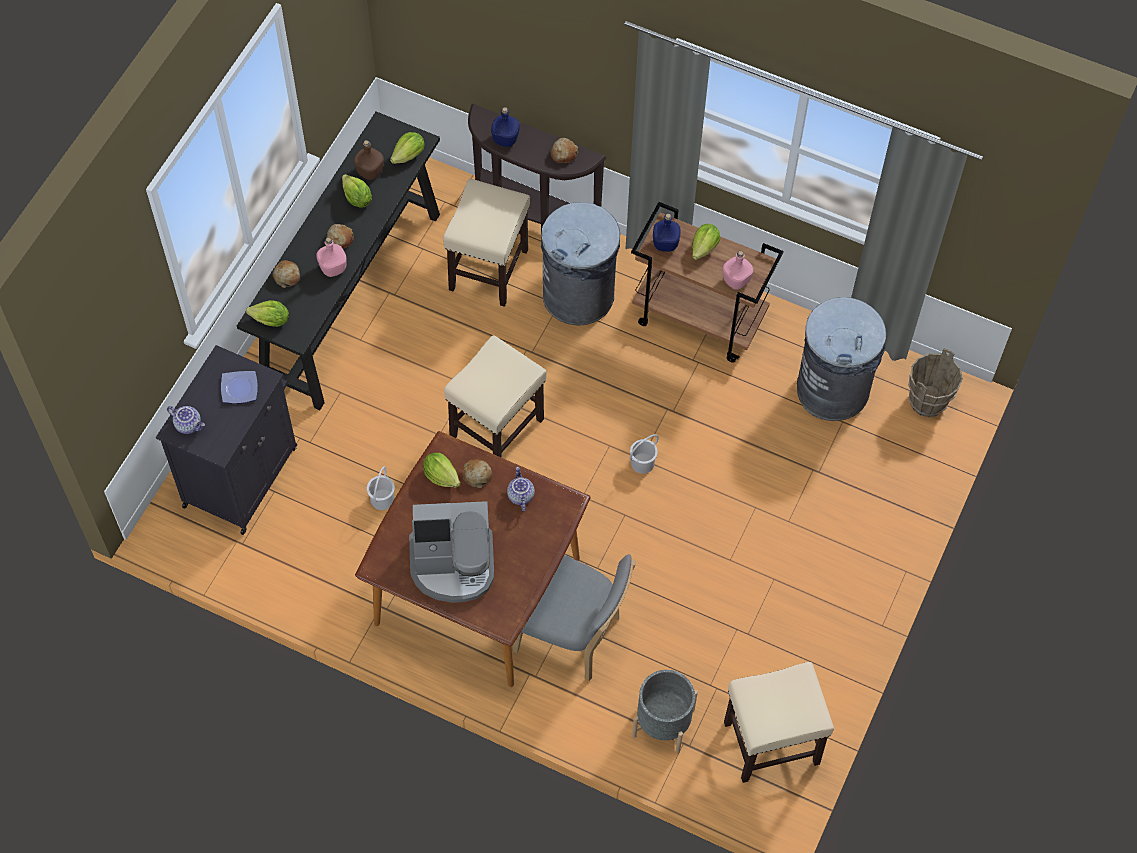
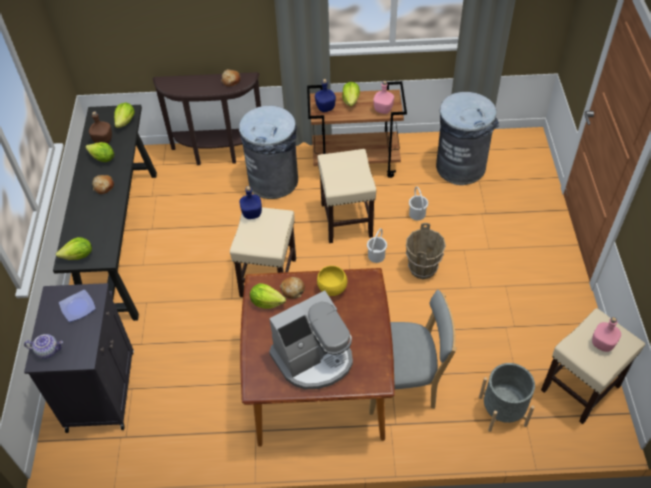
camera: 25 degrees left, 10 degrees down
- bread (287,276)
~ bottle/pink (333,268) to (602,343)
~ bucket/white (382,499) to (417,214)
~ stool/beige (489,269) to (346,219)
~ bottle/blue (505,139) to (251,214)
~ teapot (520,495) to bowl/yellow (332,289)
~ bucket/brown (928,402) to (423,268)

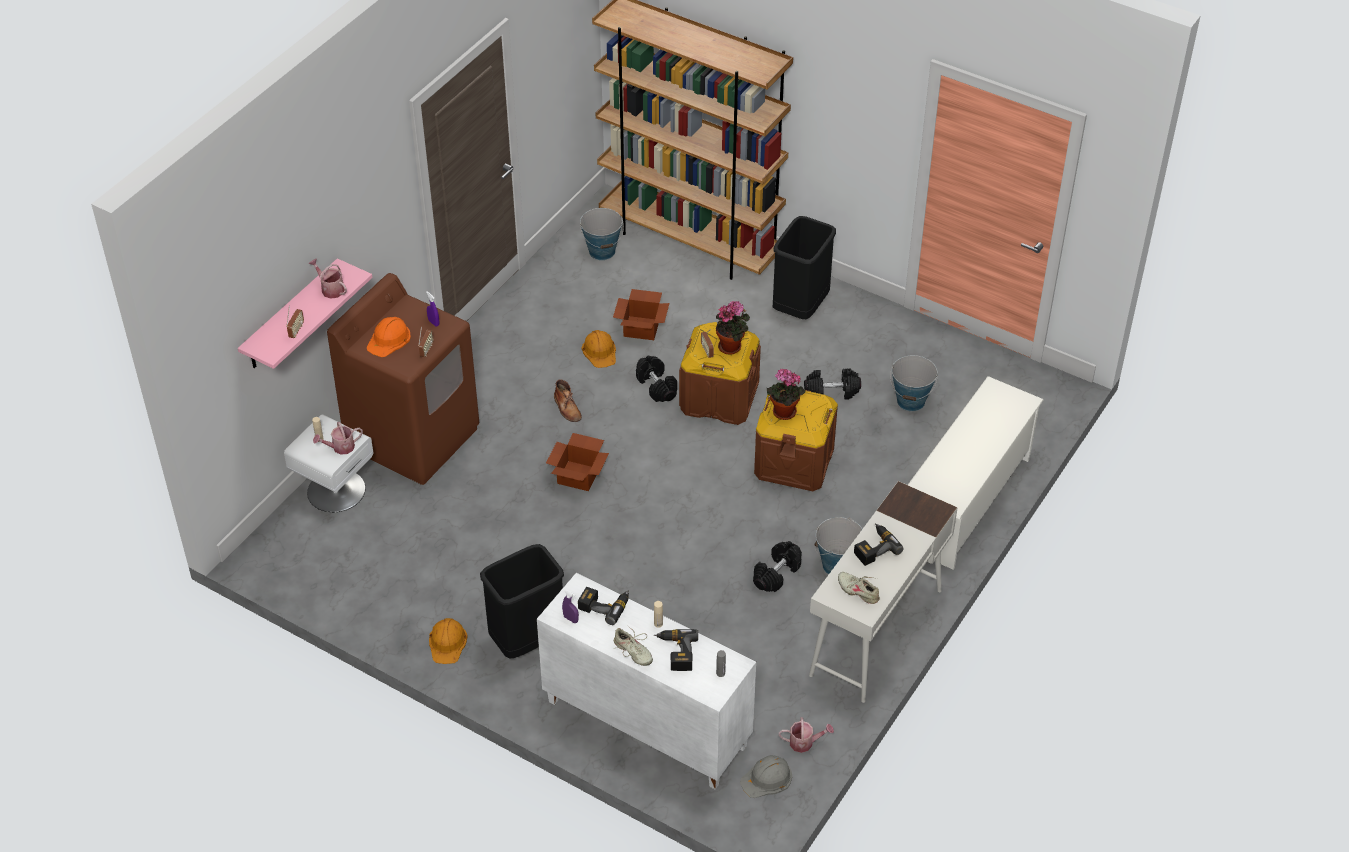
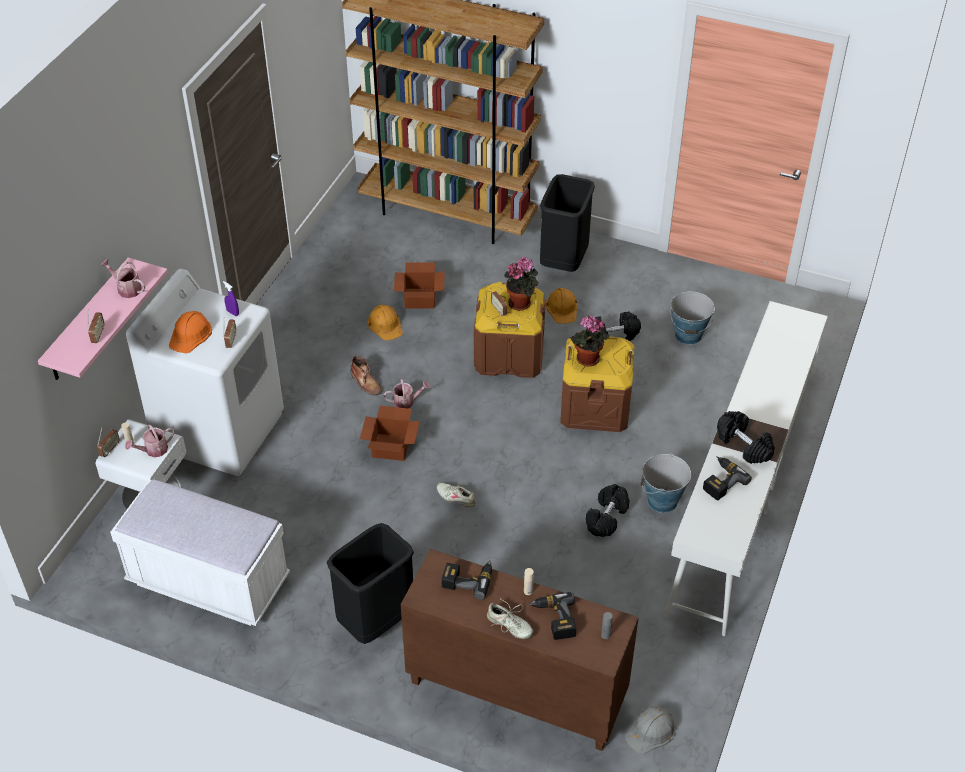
camera: 10 degrees left, 0 degrees up
~ washing machine/brown (413,437) to washing machine/white (220,430)
~ hard hat/orange (448,643) to (562,308)
~ cabinet/white (645,724) to cabinet/brown (514,692)
- spray bottle/purple (571,619)
- bucket (602,251)
~ dumbbell/black (657,386) to (744,445)
~ watering can (804,742) to (407,401)
~ shoe/beige (858,591) to (456,497)
+ radio (110,449)
+ bench/white (208,581)

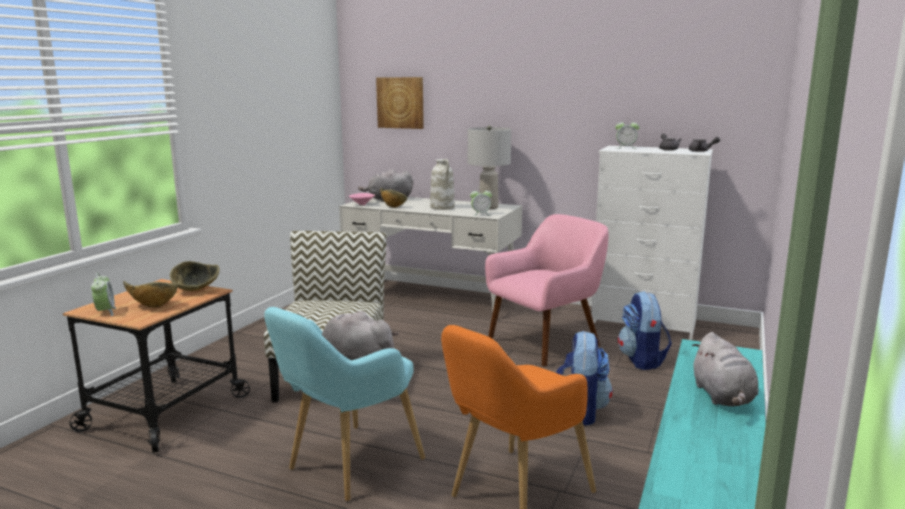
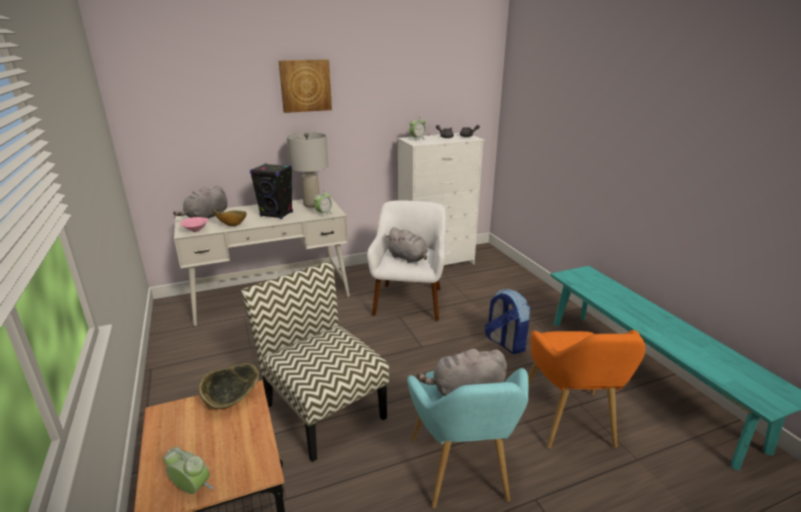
camera: 45 degrees left, 10 degrees up
- bowl (152,306)
~ picture (400,102) to (305,85)
~ vase/white (442,207) to speaker/black (277,214)
~ armchair/pink (545,343) to armchair/white (409,301)
- backpack (642,360)
~ plush toy/grey (723,397) to (408,258)

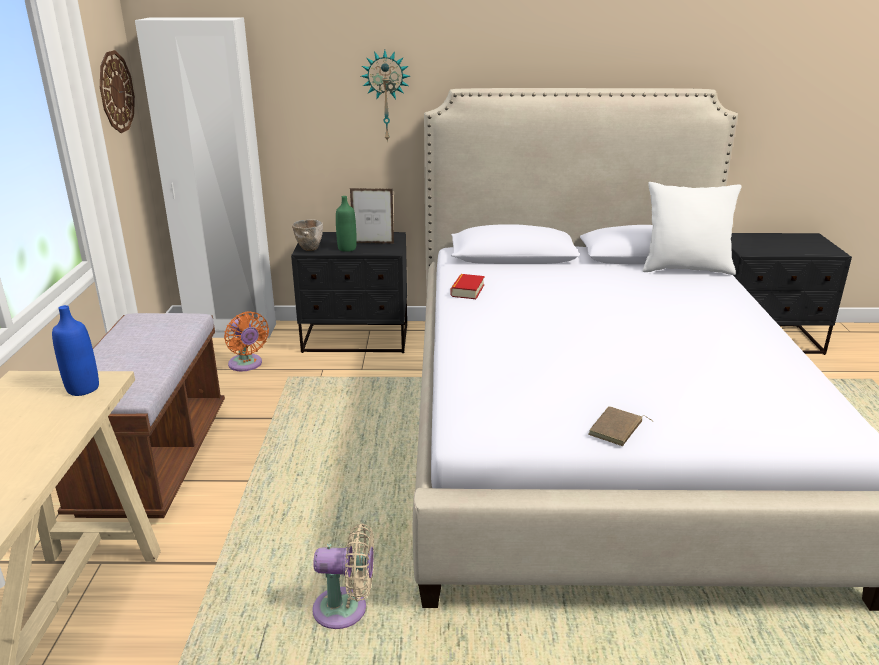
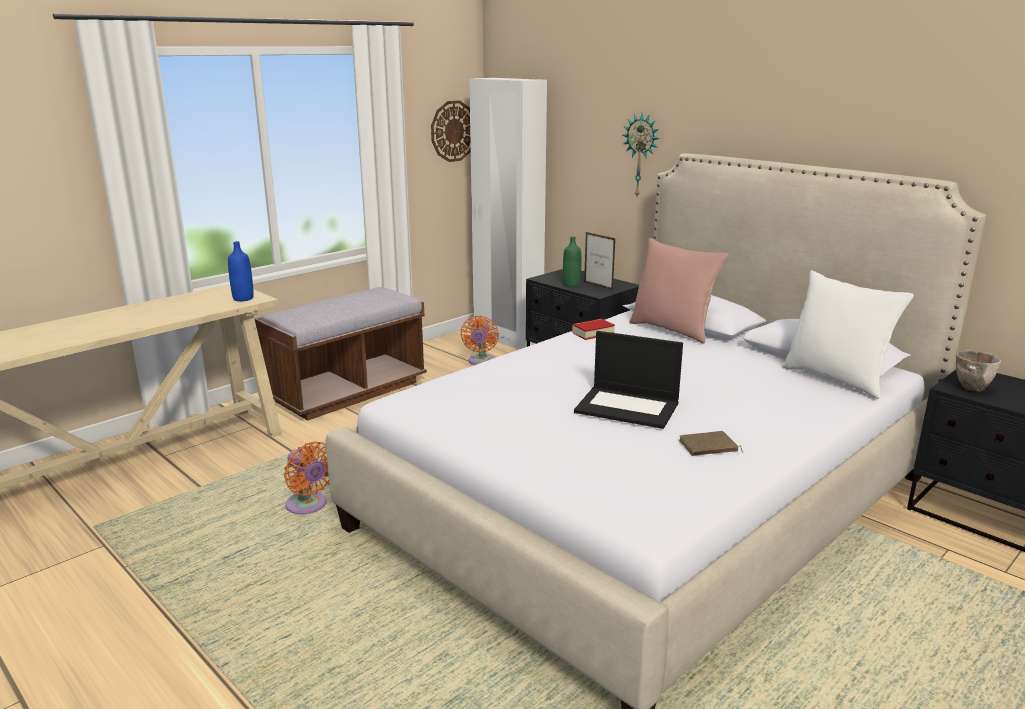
camera: 45 degrees right, 5 degrees down
~ bowl (310,248) to (972,388)
~ fan/beige (346,609) to fan/orange (308,506)
~ book/brown (617,430) to (708,447)
+ laptop (628,407)
+ pillow/pink (672,330)

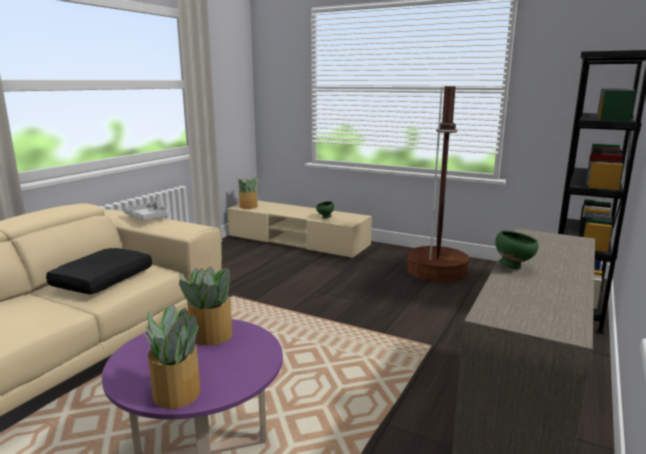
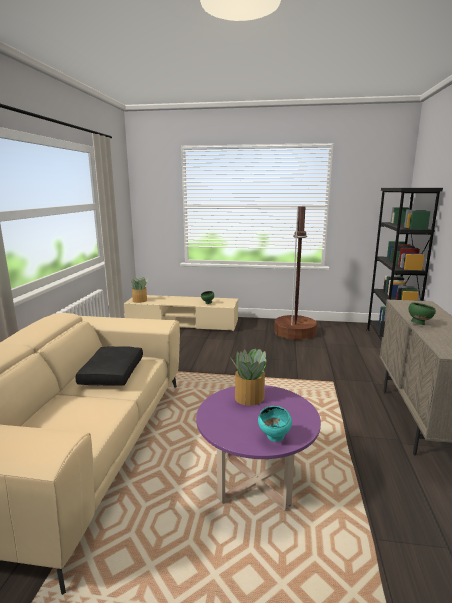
camera: 20 degrees left, 0 degrees up
- tray/grey (149,218)
~ potted plant (177,392) to bowl/turquoise (274,438)

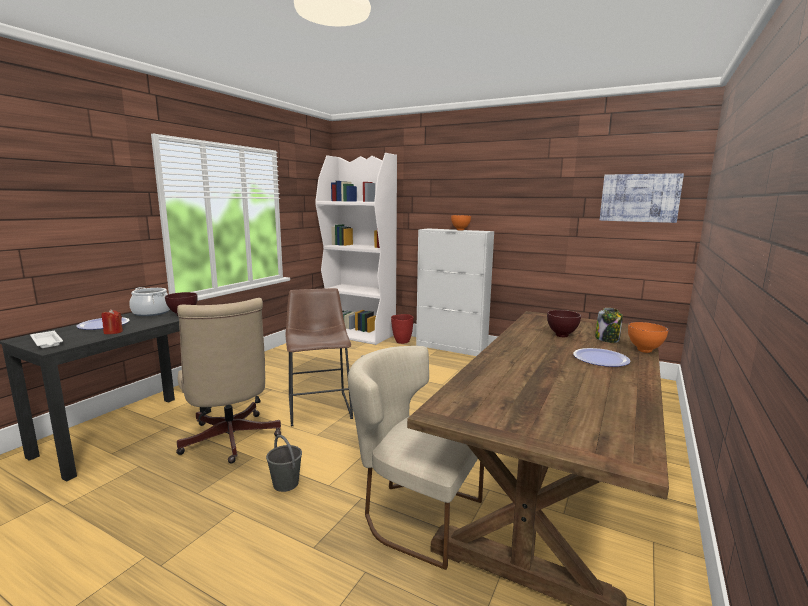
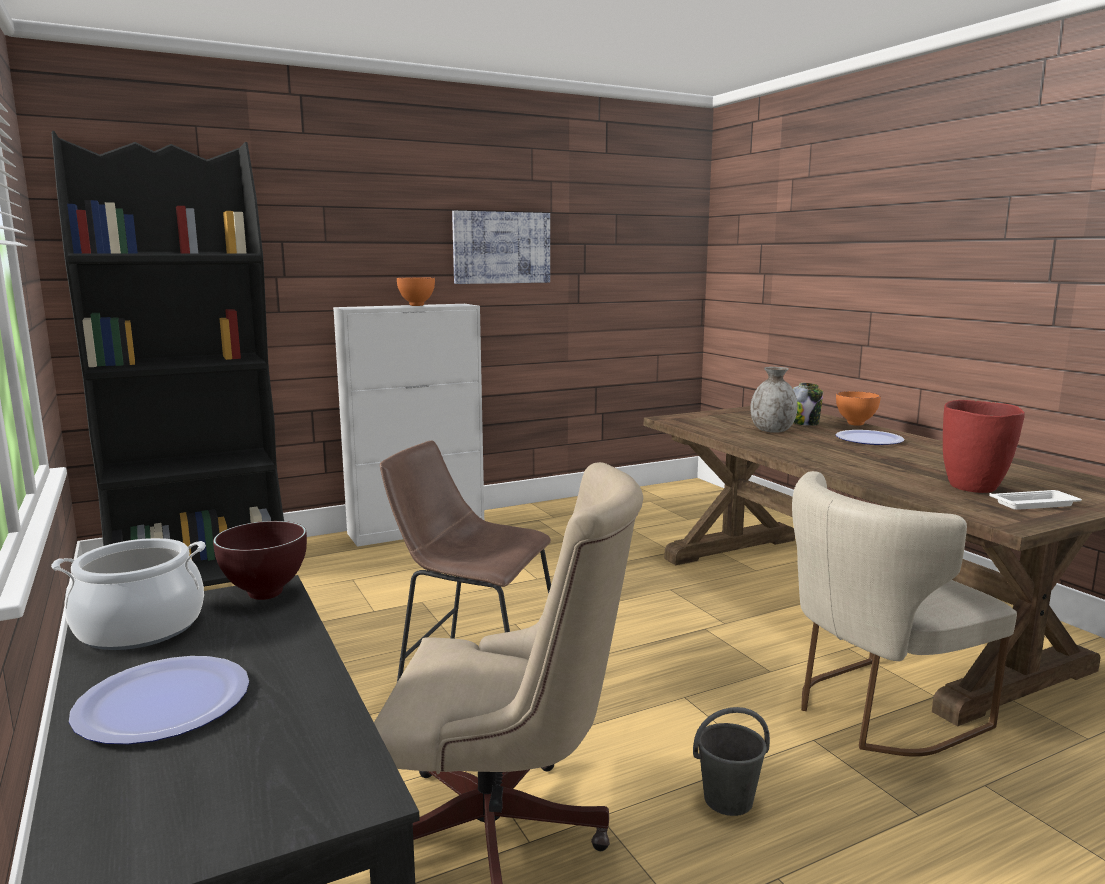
camera: 55 degrees left, 0 degrees up
~ tray/white (47,342) to (1035,504)
- candle/red (113,332)
~ bookcase/white (358,334) to bookcase/black (201,570)
~ vase/red (402,341) to (974,487)
~ bowl/brown (561,335) to vase/grey (771,431)
~ picture (639,198) to (501,247)

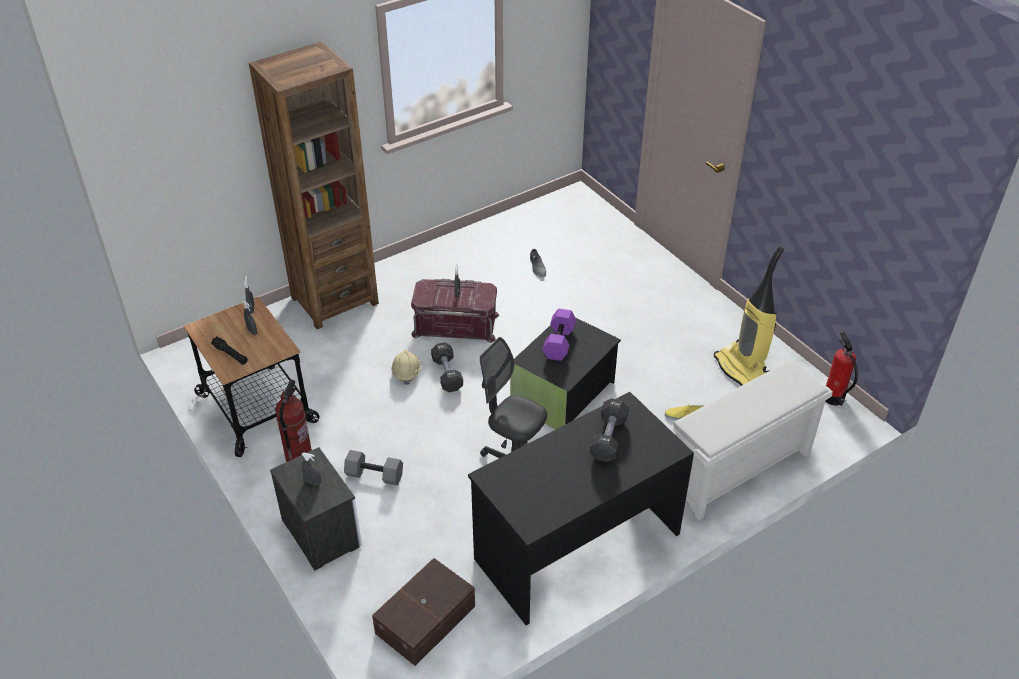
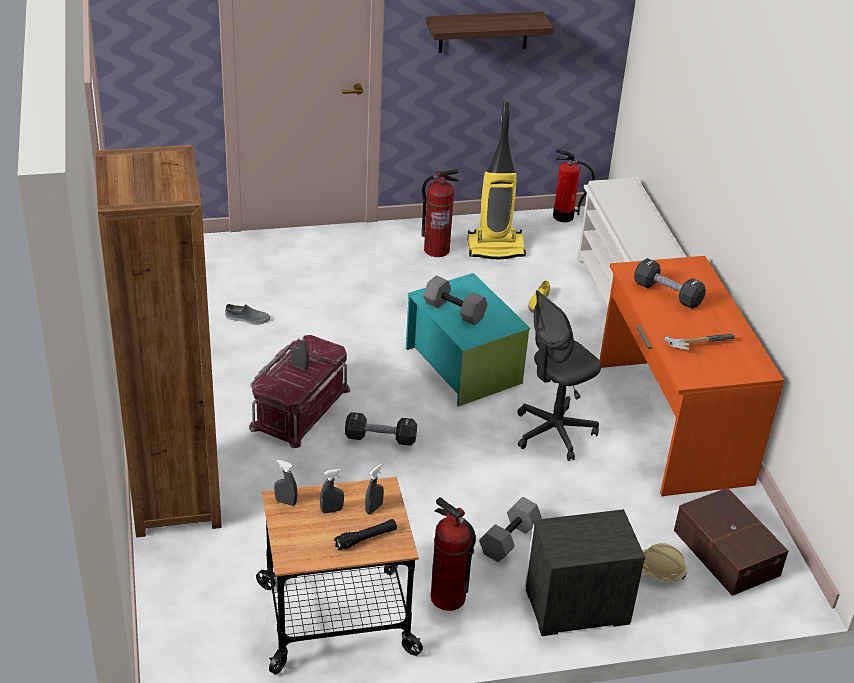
camera: 70 degrees left, 5 degrees down
~ spray bottle/grey (312,482) to (374,508)
~ hard hat/beige (406,372) to (658,572)
~ desk/black (576,545) to desk/orange (670,422)
~ storage box/black (564,394) to storage box/turquoise (464,365)
~ dumbbell/purple (560,343) to dumbbell/grey (455,310)
+ fire extinguisher (436,250)
+ shelf (483,32)
+ hammer (696,344)

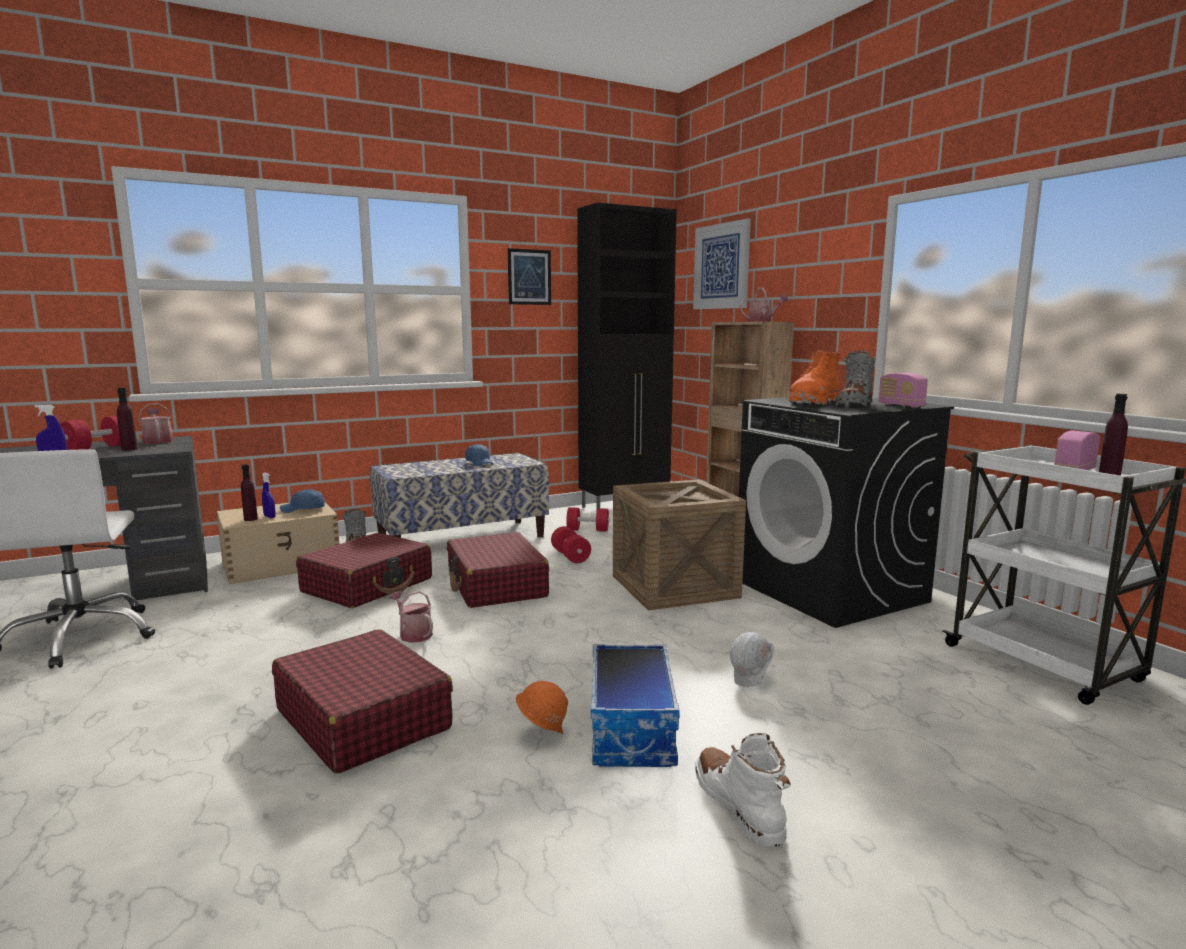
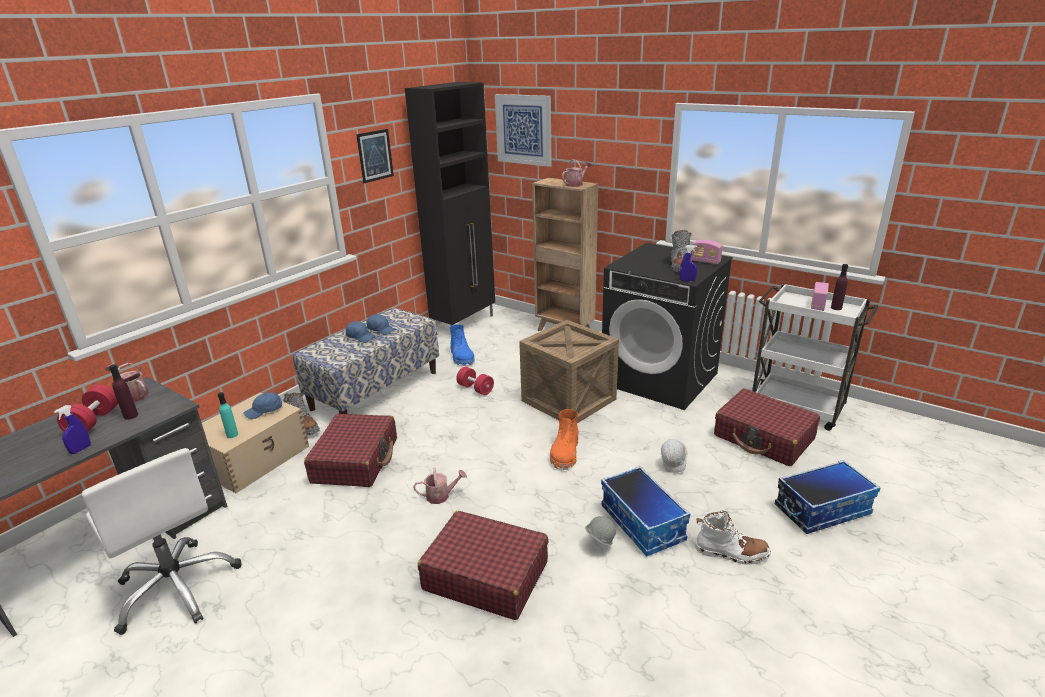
camera: 25 degrees left, 15 degrees up
~ bottle/purple (250,519) to bottle/turquoise (232,435)
~ spray bottle/blue (269,517) to (687,281)
~ watering can (413,634) = (441,496) 150 degrees clockwise
~ suitcase/red (496,585) to (764,438)
~ hard hat/orange (542,733) to hard hat/grey (599,545)
~ dumbbell/red (587,530) to boot/blue (462,357)
~ boot/white (739,805) = (731,553) 150 degrees clockwise
~ boot/orange (813,402) to (565,453)
+ cap/blue (360,337)
+ storage box (821,509)

